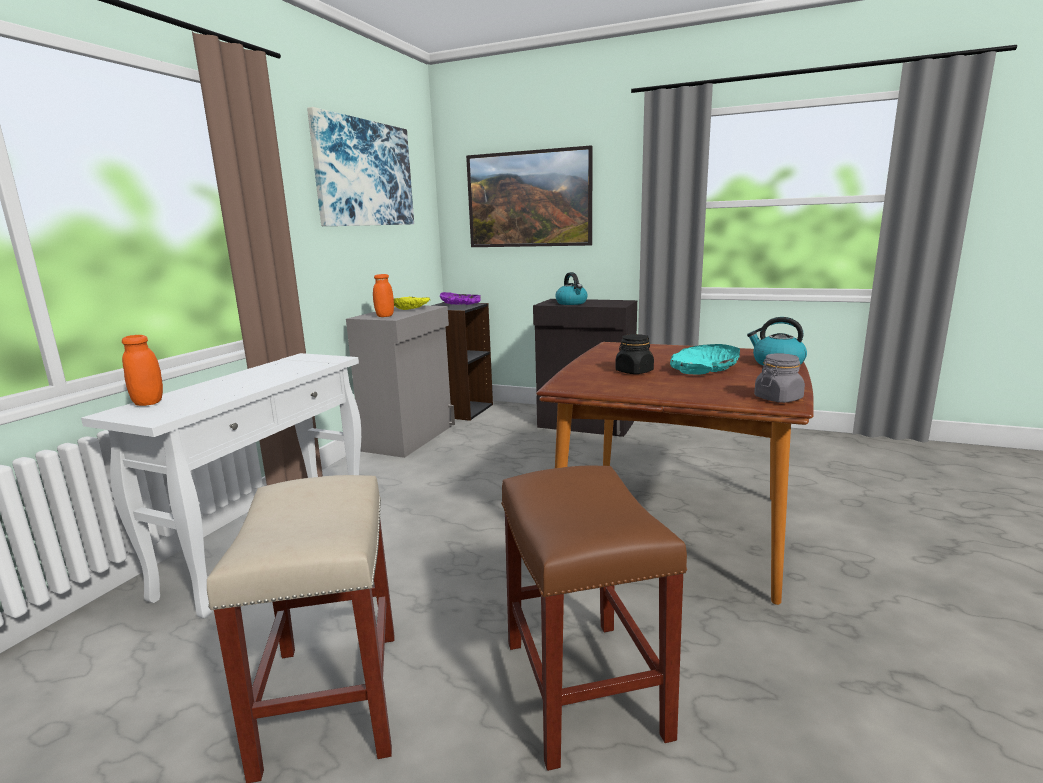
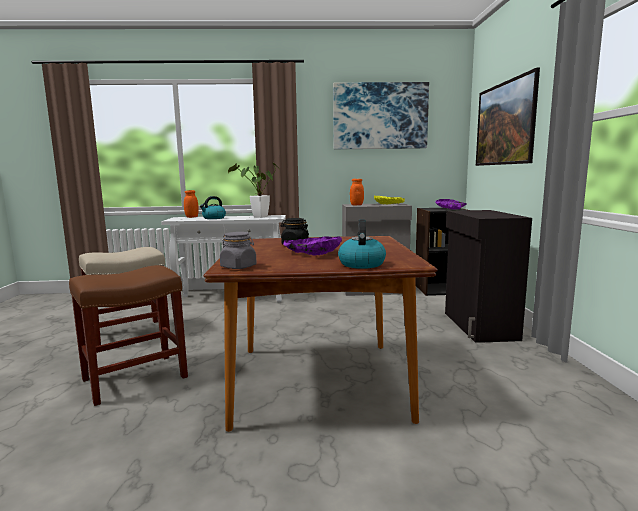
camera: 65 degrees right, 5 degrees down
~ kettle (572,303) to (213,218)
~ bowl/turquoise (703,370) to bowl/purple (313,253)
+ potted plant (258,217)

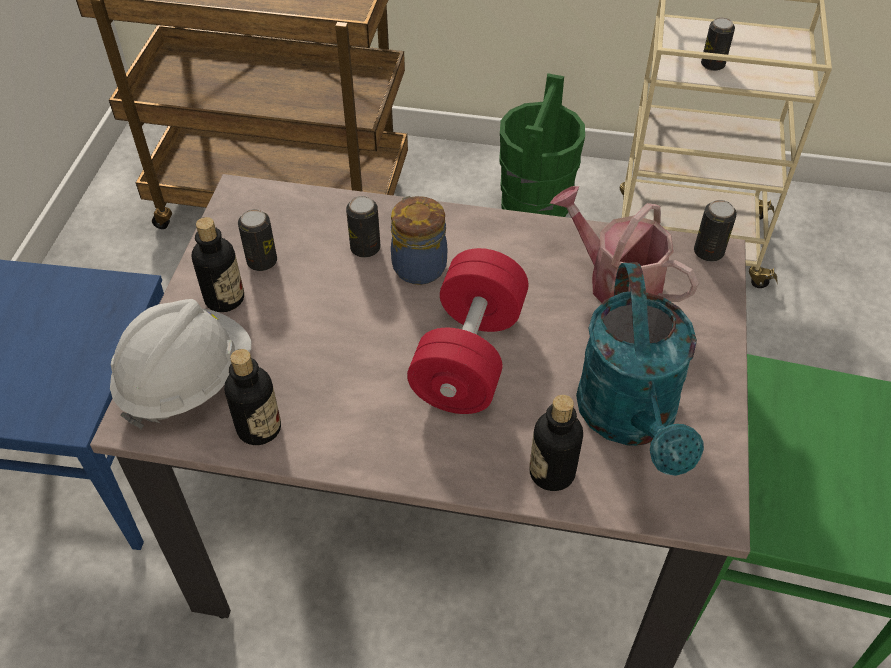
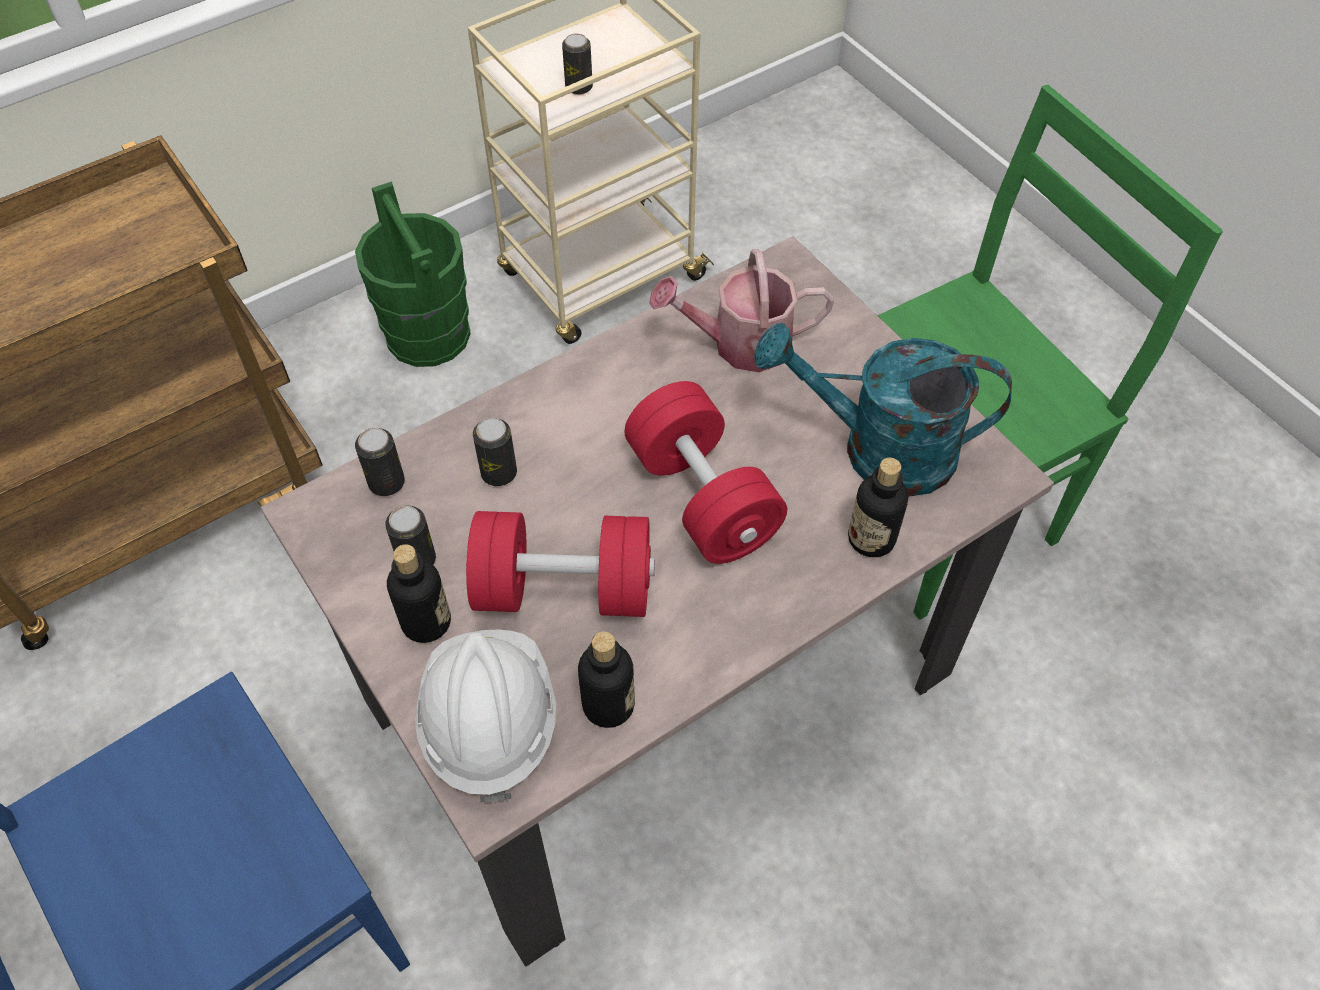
camera: 45 degrees left, 5 degrees up
- jar (418,265)
~ watering can/turquoise (631,420) = (878,450) 150 degrees clockwise
~ can (708,252) to (386,483)
+ dumbbell/red (564,588)

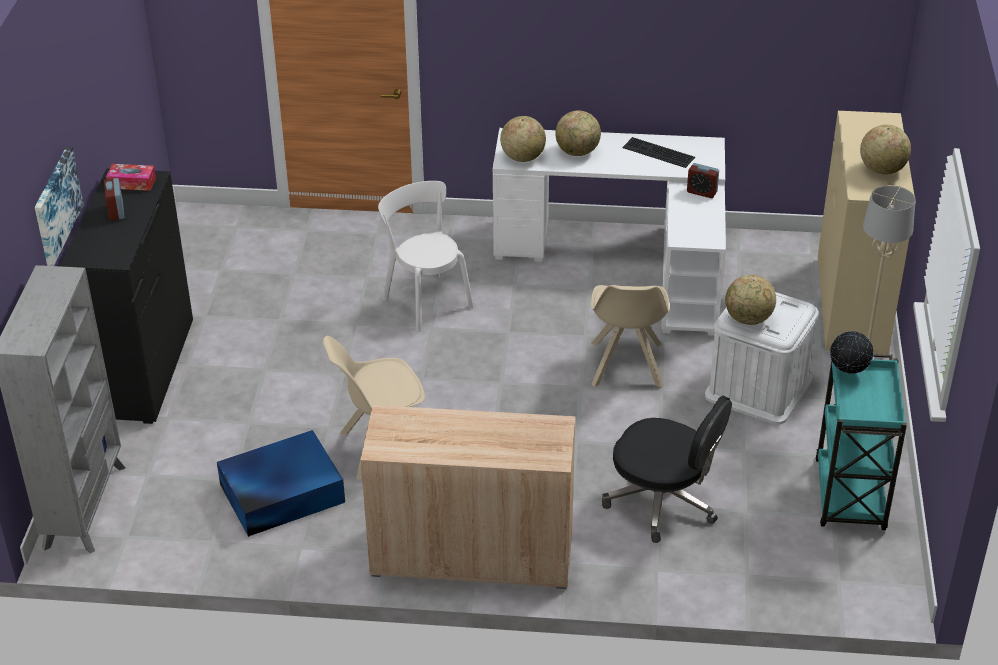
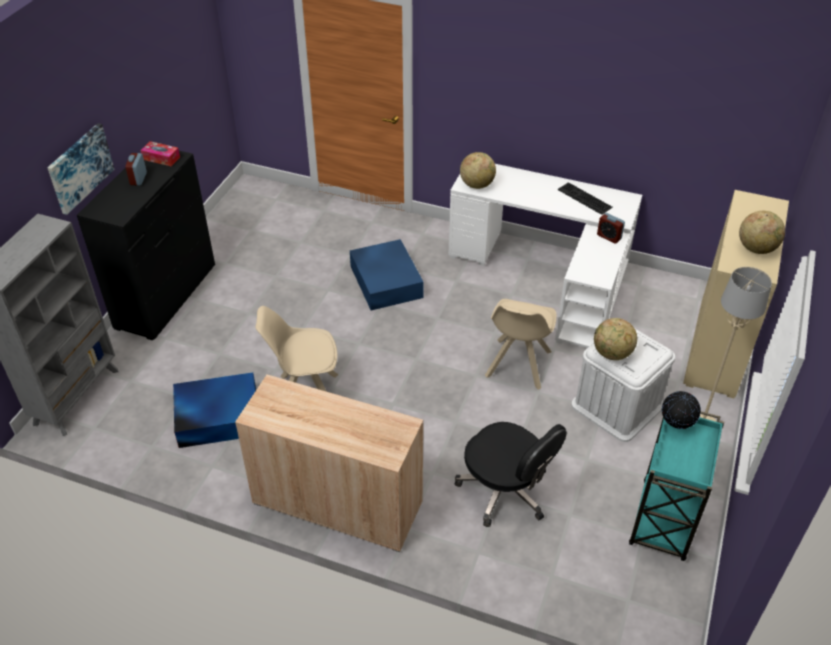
camera: 15 degrees right, 5 degrees up
~ chair/white (426,300) to storage box/blue (386,281)
- globe (577,152)

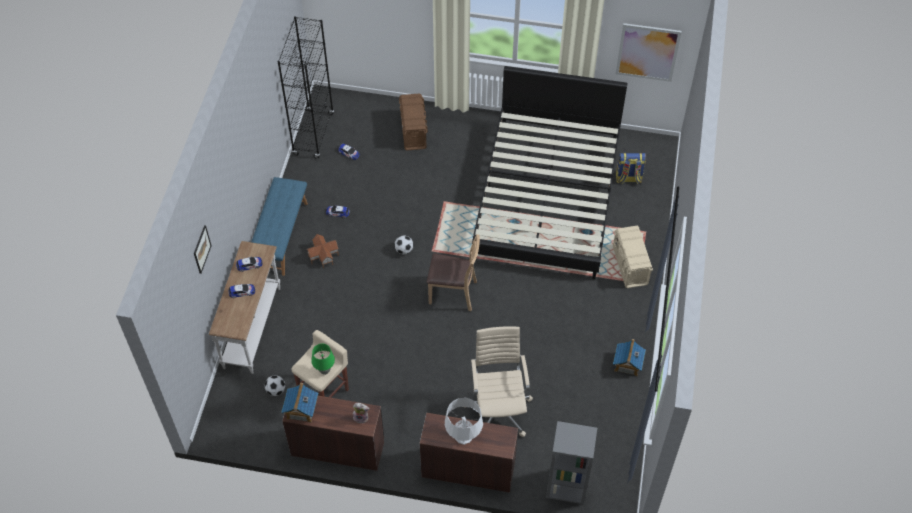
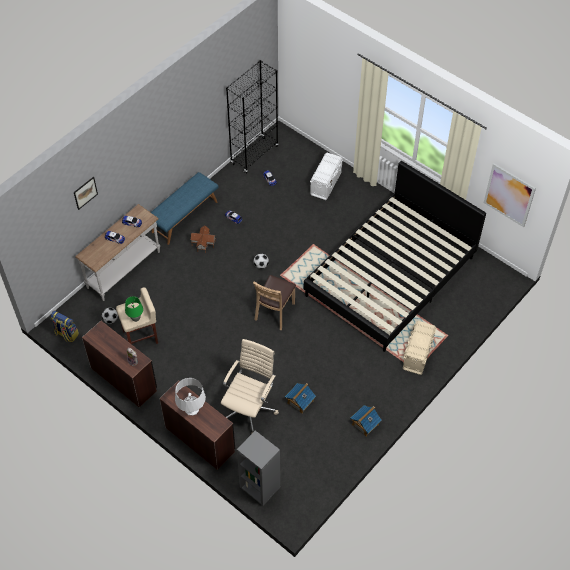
camera: 30 degrees right, 0 degrees up
~ toy house (301,410) to (300,402)
~ storage box/brown (413,131) to storage box/white (326,184)
~ chair/brown (453,293) = (275,312) 75 degrees clockwise
~ backpack (628,178) to (66,334)

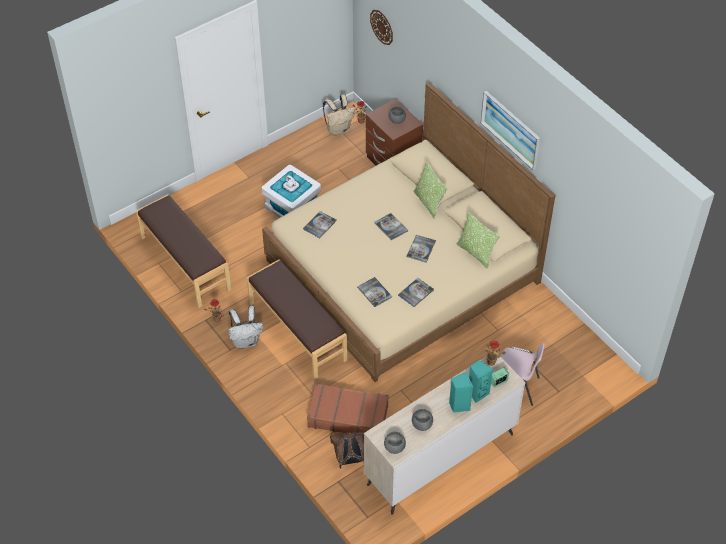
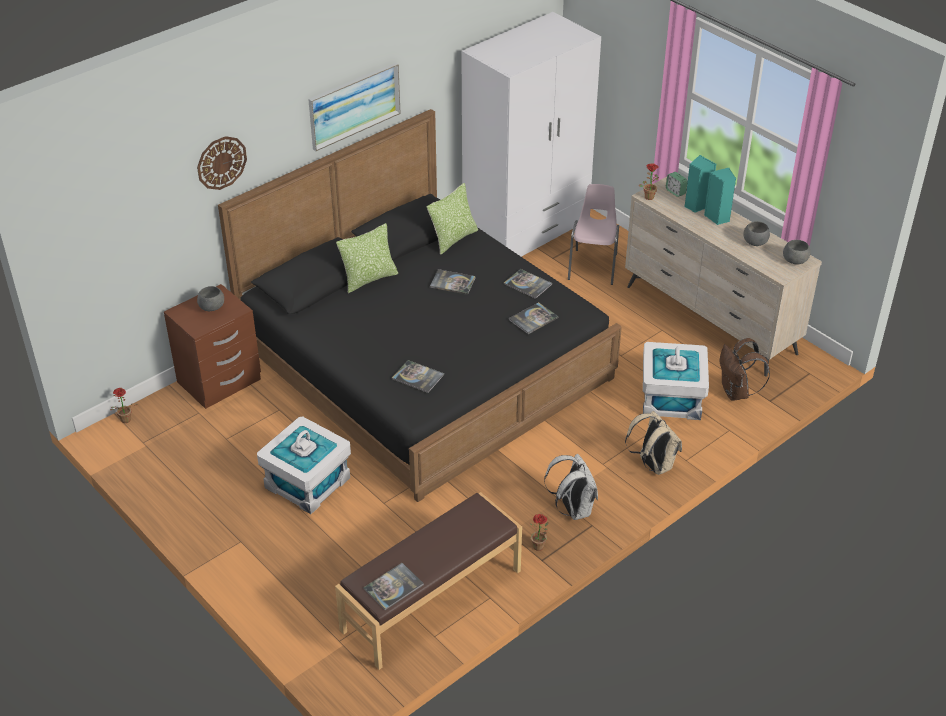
camera: 95 degrees left, 10 degrees down
- bench/brown (298,331)
~ bed/beige (402,270) to bed/black (425,363)
~ suitcase/brown (348,416) to storage box/white (672,398)
~ backpack/beige (338,129) to (653,465)
~ wall clock (382,27) to (221,162)
~ book (391,227) to (393,587)
+ wardrobe/white (527,230)

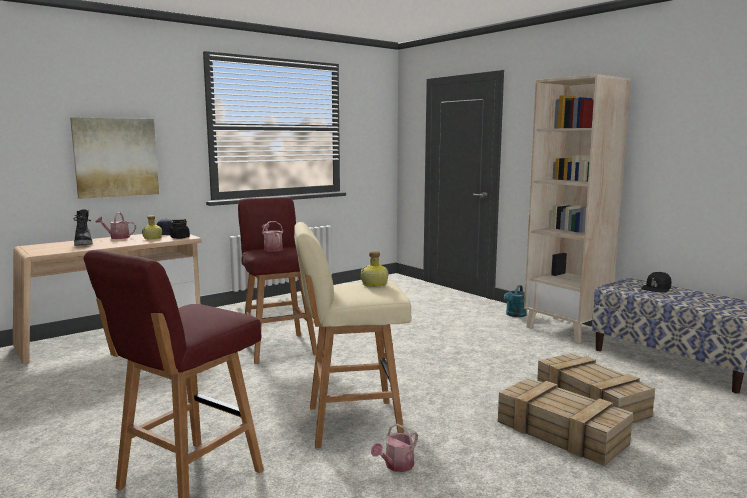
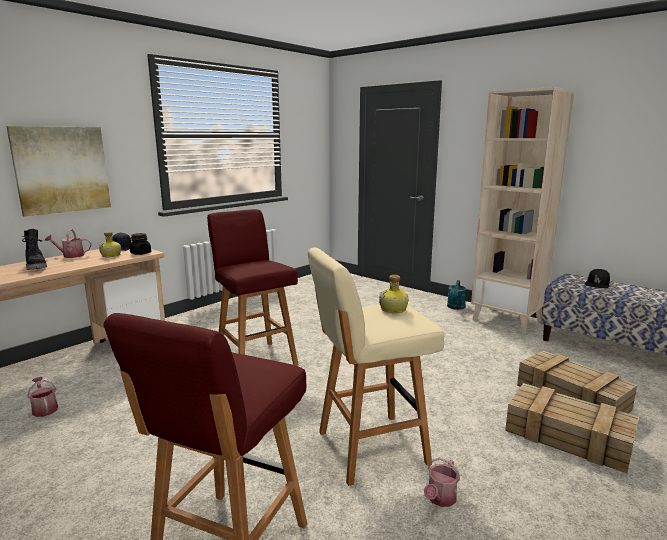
camera: 10 degrees left, 5 degrees up
~ watering can (272,249) to (44,409)

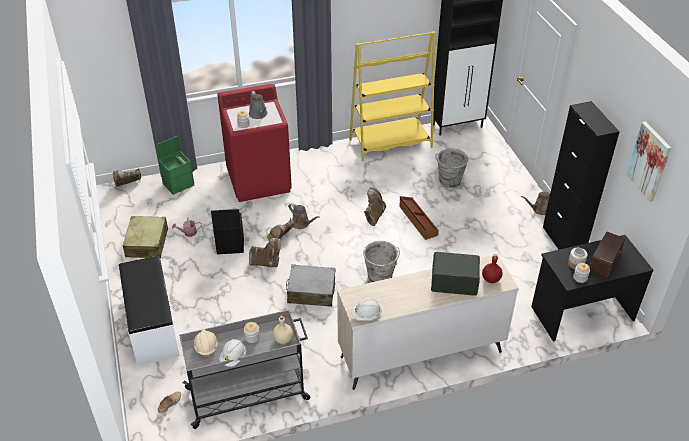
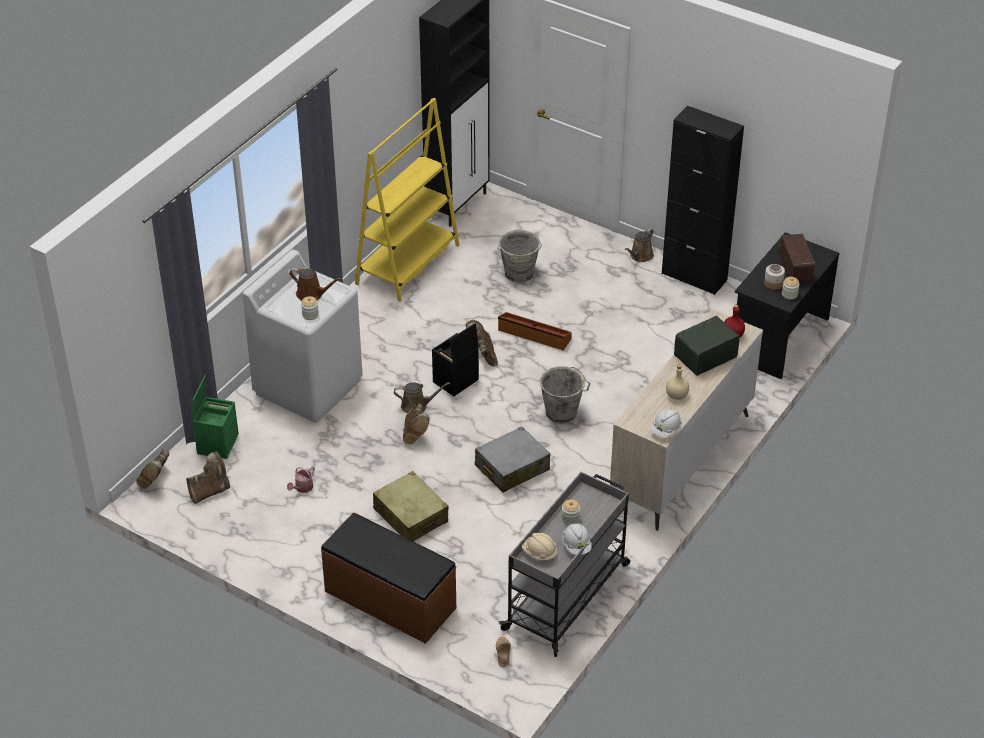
camera: 40 degrees left, 0 degrees up
~ bench/white (151,326) to bench/brown (389,600)
~ suitcase/beige (147,243) to (410,515)
~ storage box/black (229,246) to (455,381)
~ washing machine/red (259,180) to washing machine/white (308,386)
~ watering can/grey (259,114) to watering can/brown (312,295)
~ boot/brown (266,263) to (210,491)
~ bottle/beige (283,339) to (676,395)
- picture (649,161)

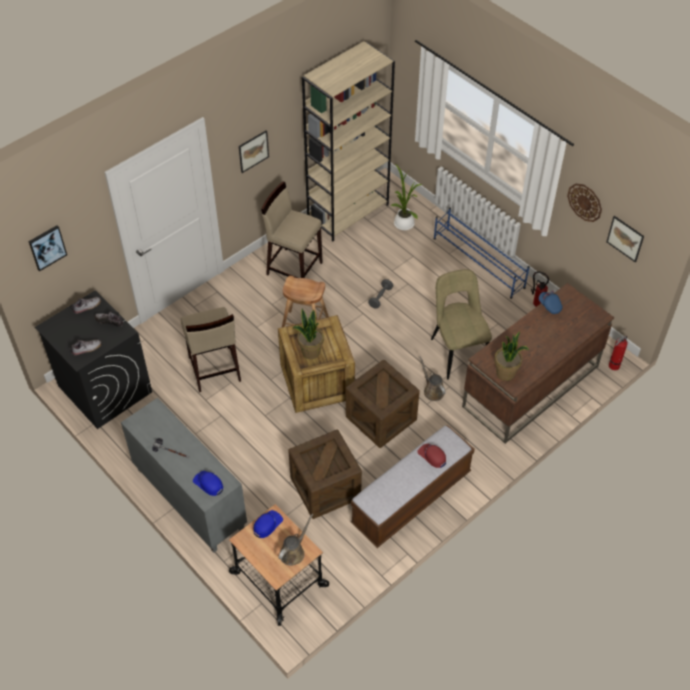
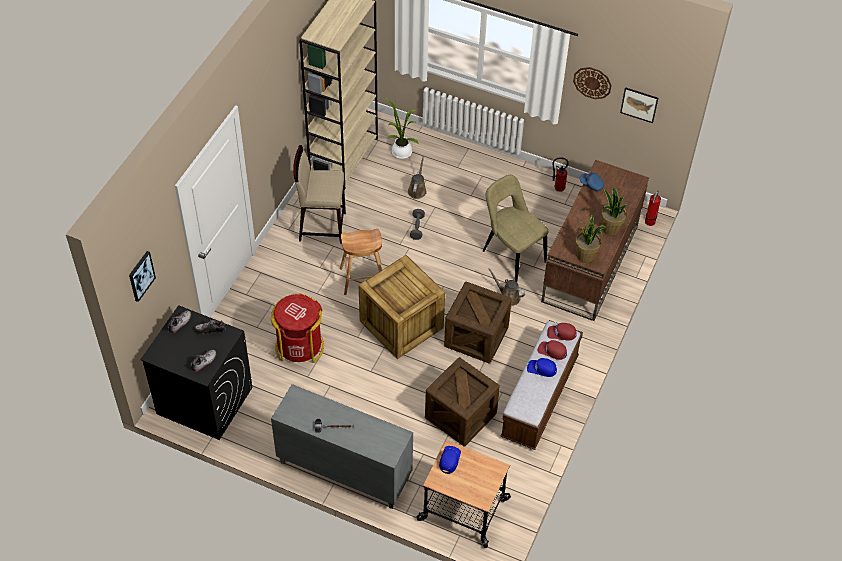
camera: 25 degrees left, 0 degrees up
~ stool/beige (214,369) to trash can/red (299,346)
~ cap/blue (208,484) to (541,369)
- picture (253,151)
~ watering can/brown (293,552) to (417,190)
~ potted plant (310,352) to (610,228)
- shoe rack/blue (478,263)
+ cap/red (561,333)

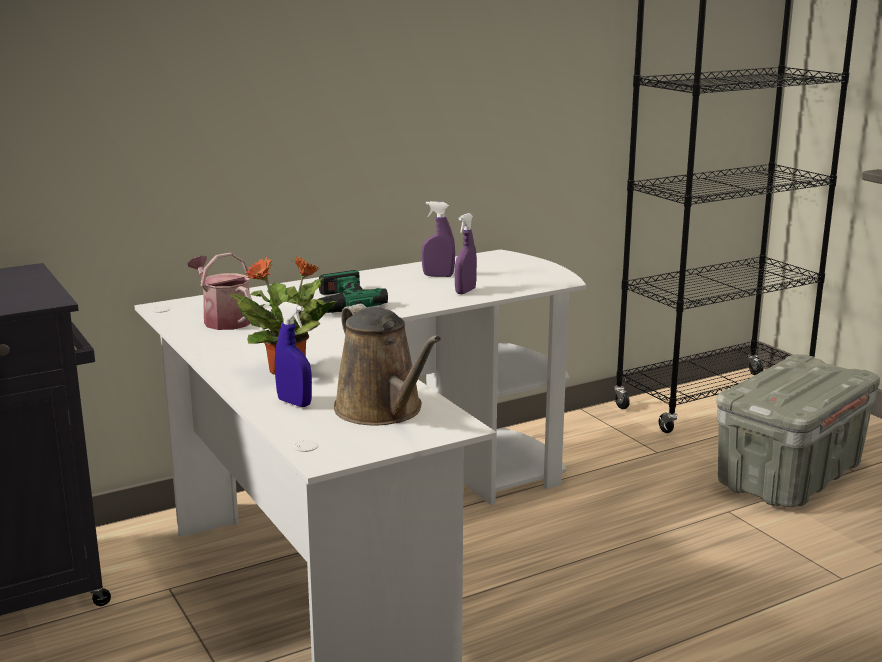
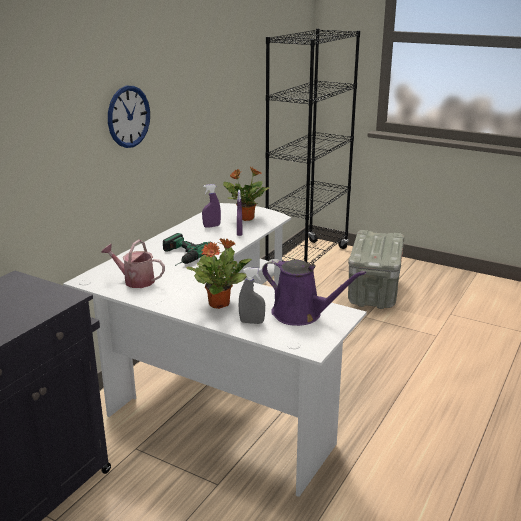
camera: 30 degrees left, 5 degrees up
~ spray bottle/blue (294,403) to spray bottle/grey (252,322)
~ watering can/brown (383,411) to watering can/purple (301,314)
+ wall clock (128,116)
+ potted plant (245,218)

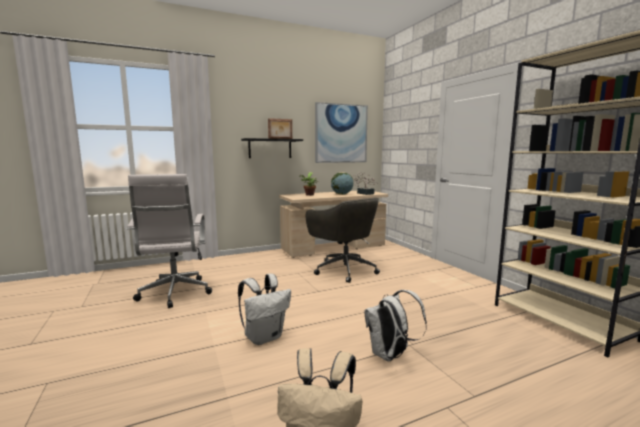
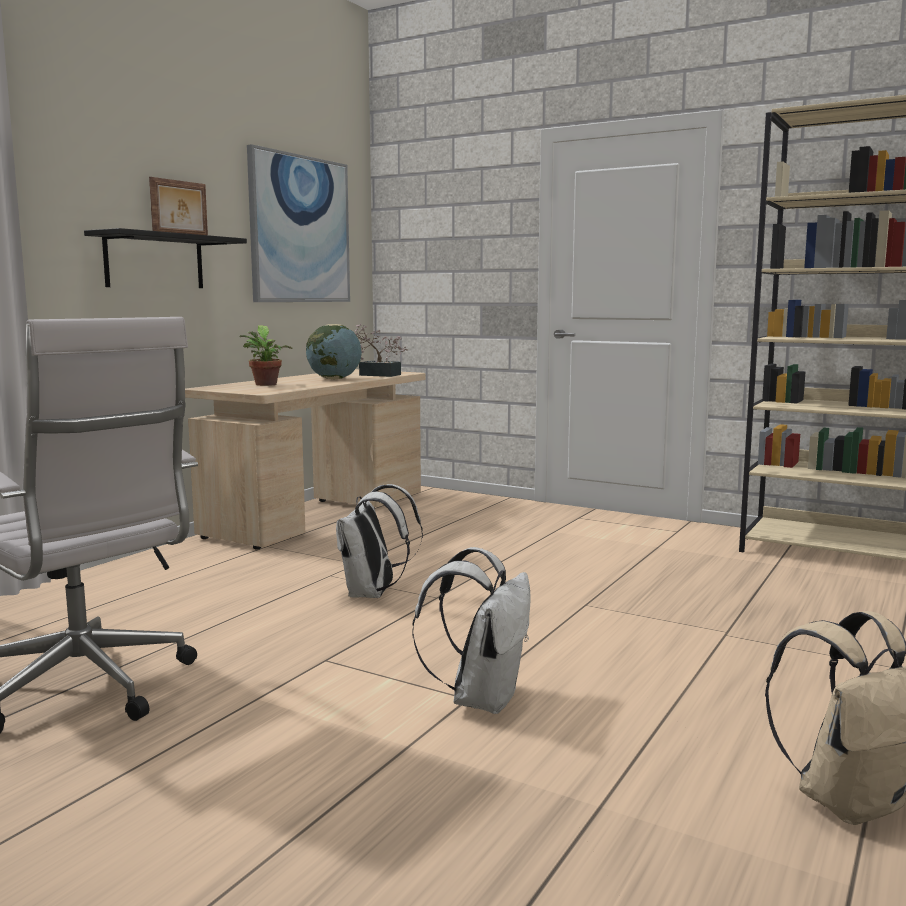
camera: 35 degrees left, 0 degrees up
- office chair/grey (344,269)
~ backpack/white (390,355) to (373,594)

